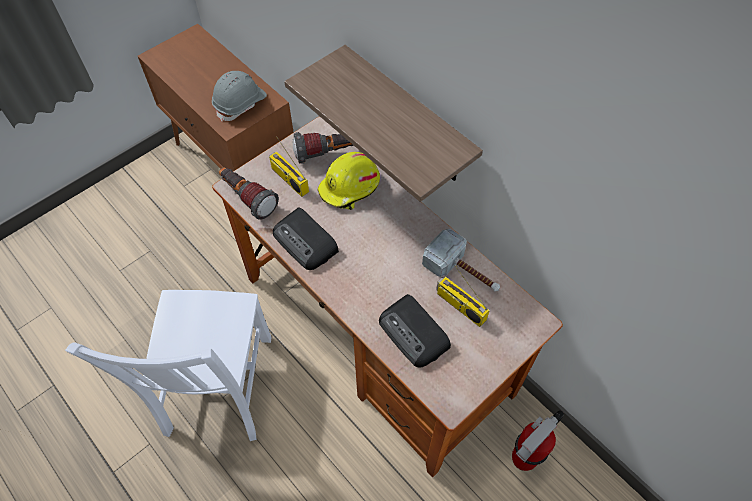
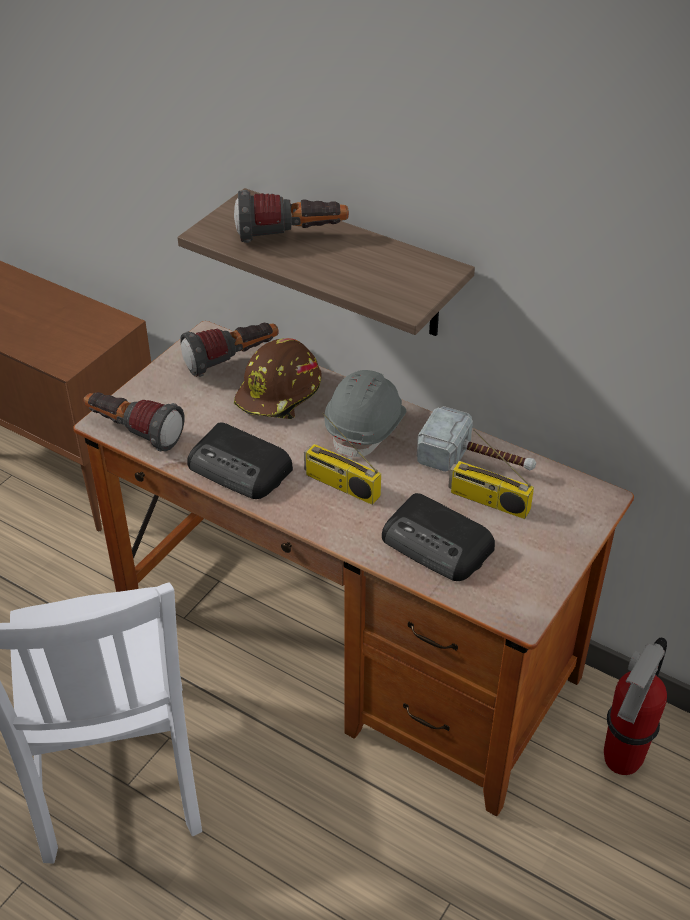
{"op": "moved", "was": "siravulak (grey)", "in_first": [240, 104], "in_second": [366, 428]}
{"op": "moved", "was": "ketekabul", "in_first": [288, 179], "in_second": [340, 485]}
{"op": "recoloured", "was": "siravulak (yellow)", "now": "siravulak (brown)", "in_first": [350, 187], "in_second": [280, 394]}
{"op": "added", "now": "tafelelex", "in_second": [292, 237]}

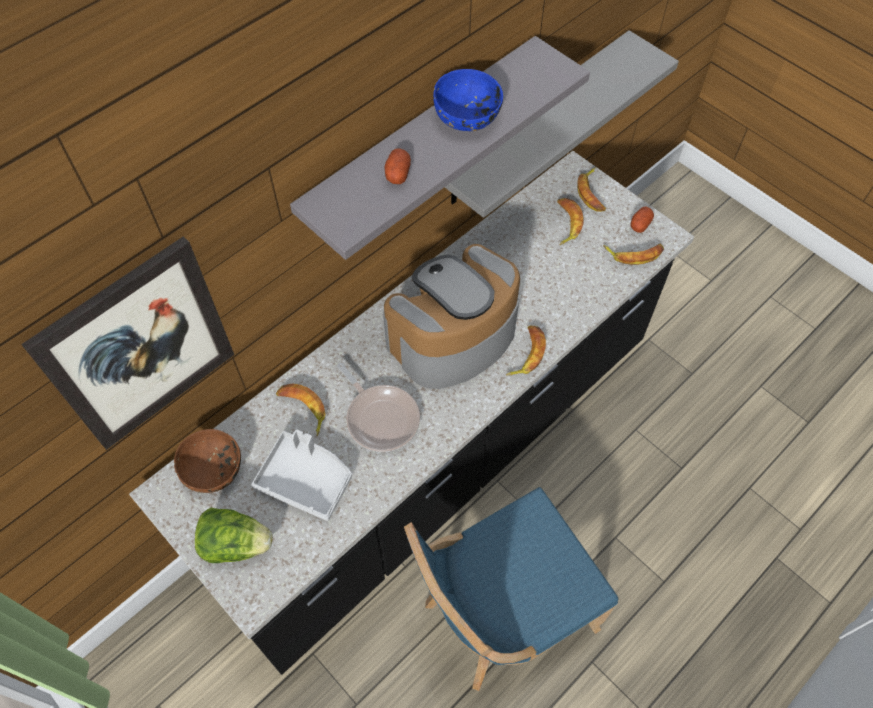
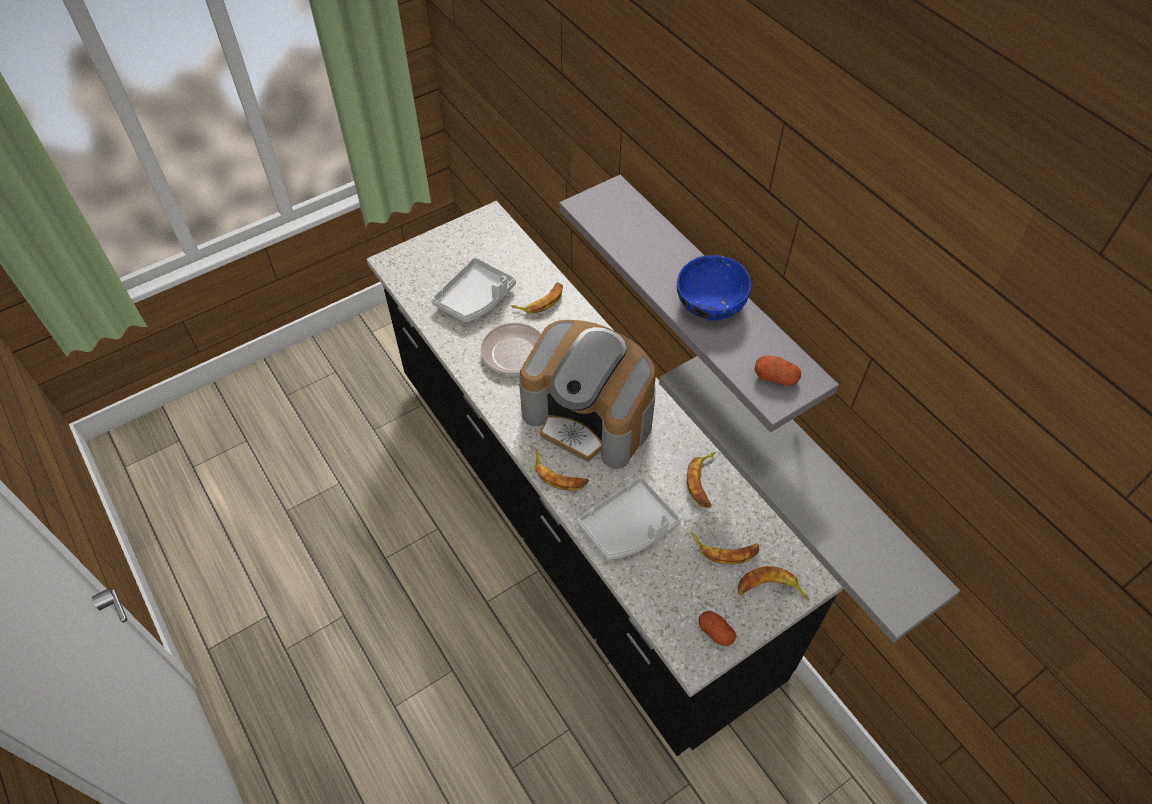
{"op": "moved", "was": "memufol", "in_first": [397, 173], "in_second": [775, 377]}
{"op": "removed", "was": "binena", "in_first": [139, 347]}
{"op": "turned", "was": "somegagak", "in_first": [453, 338], "in_second": [590, 417], "clockwise": 150}
{"op": "moved", "was": "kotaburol", "in_first": [634, 254], "in_second": [703, 482]}
{"op": "removed", "was": "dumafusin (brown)", "in_first": [213, 470]}
{"op": "removed", "was": "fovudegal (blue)", "in_first": [501, 613]}
{"op": "removed", "was": "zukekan", "in_first": [236, 544]}
{"op": "added", "now": "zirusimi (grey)", "in_second": [629, 527]}

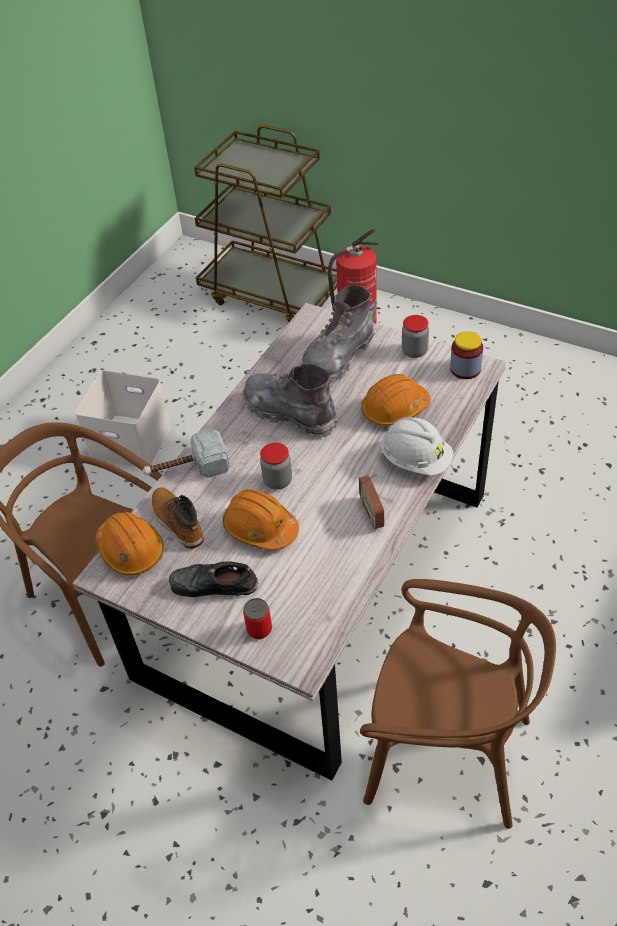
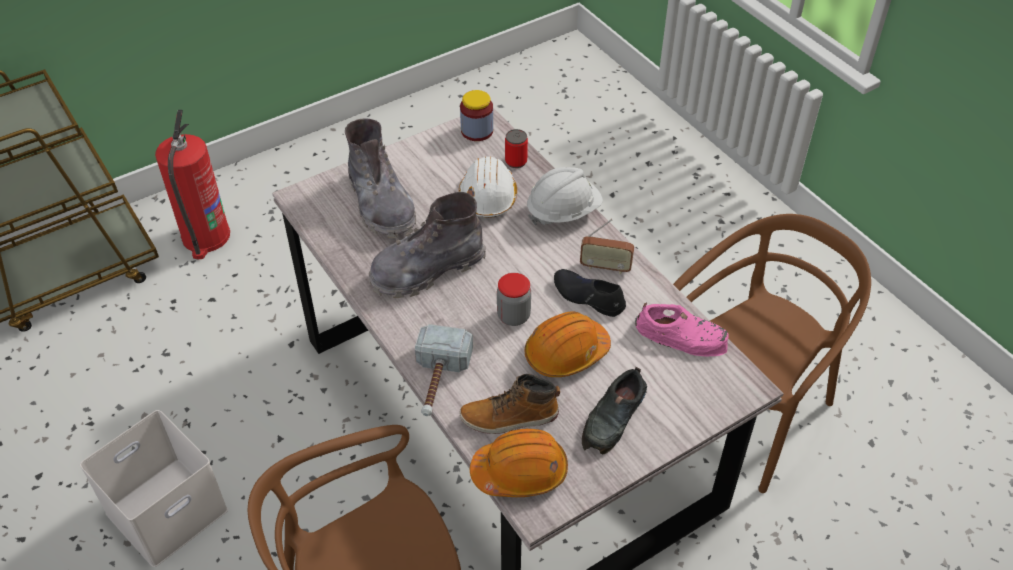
{"op": "removed", "was": "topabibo", "in_first": [414, 351]}
{"op": "recoloured", "was": "siravulak (orange)", "now": "siravulak (white)", "in_first": [394, 409], "in_second": [488, 196]}
{"op": "moved", "was": "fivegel", "in_first": [259, 629], "in_second": [516, 161]}
{"op": "added", "now": "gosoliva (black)", "in_second": [588, 297]}
{"op": "added", "now": "gosoliva (pink)", "in_second": [682, 336]}

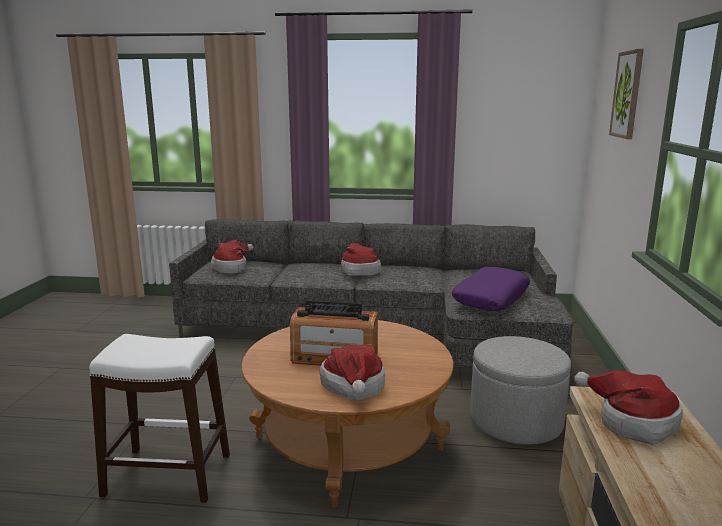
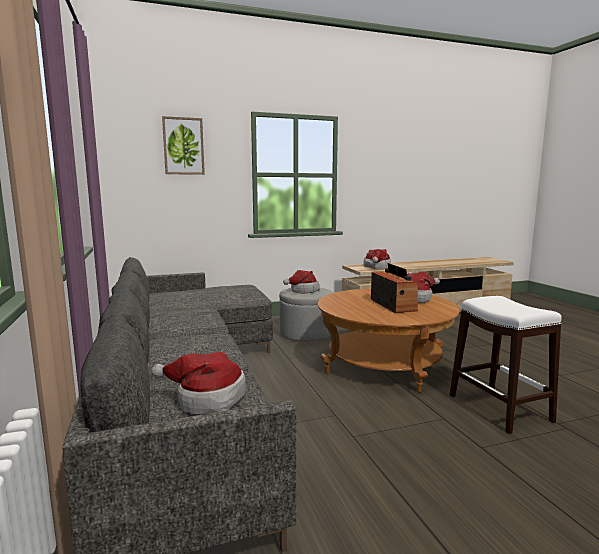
{"op": "moved", "was": "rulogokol", "in_first": [359, 270], "in_second": [302, 290]}
{"op": "removed", "was": "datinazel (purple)", "in_first": [490, 298]}

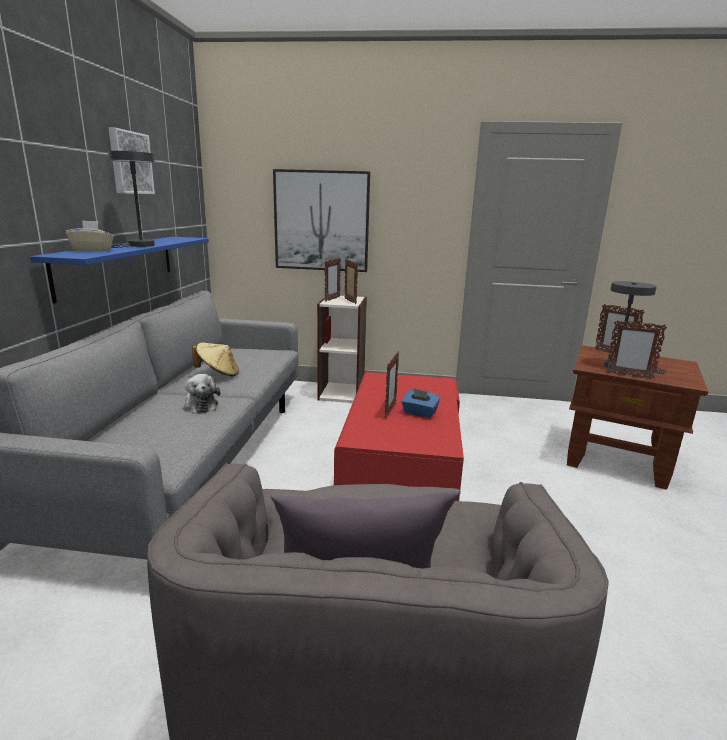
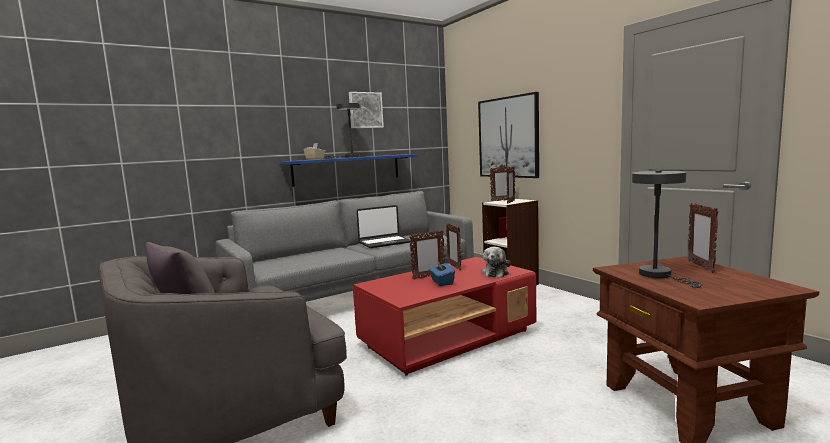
{"op": "moved", "was": "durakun", "in_first": [628, 376], "in_second": [454, 266]}
{"op": "replaced", "was": "rulogokol (beige)", "now": "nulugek", "in_first": [218, 374], "in_second": [384, 242]}
{"op": "moved", "was": "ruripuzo", "in_first": [200, 405], "in_second": [496, 273]}

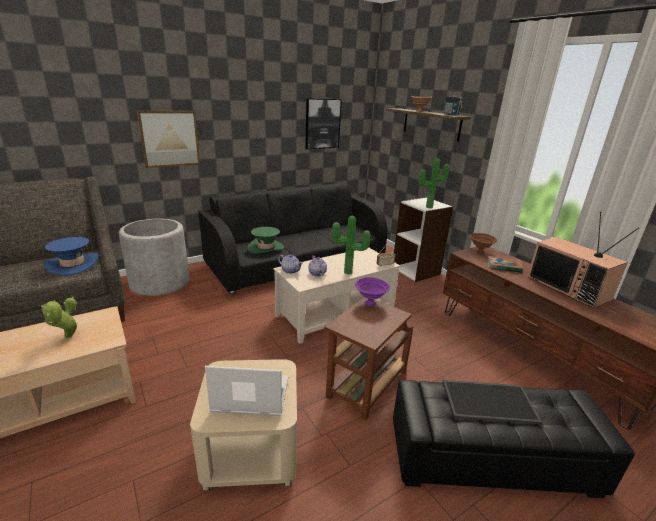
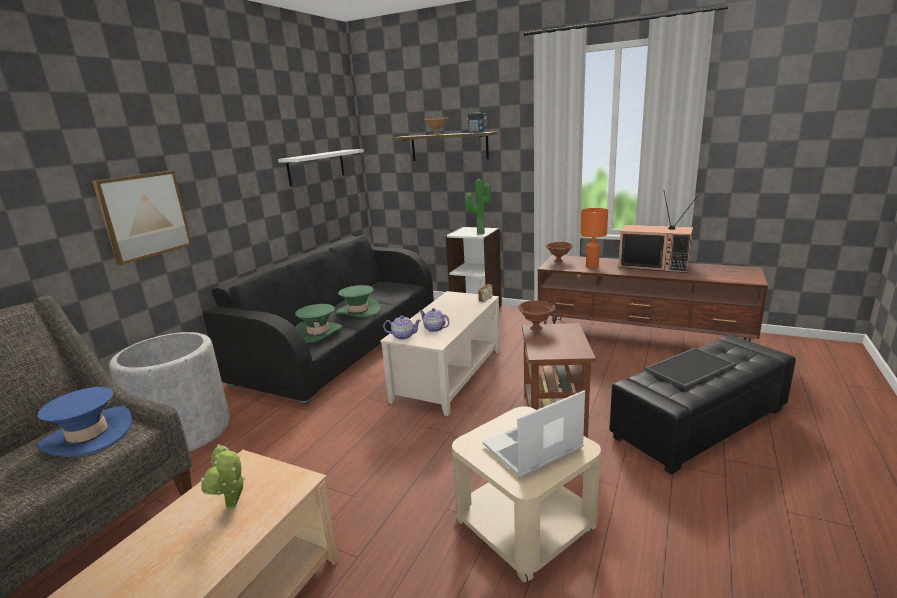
{"op": "replaced", "was": "binena", "now": "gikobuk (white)", "in_first": [322, 123], "in_second": [316, 167]}
{"op": "removed", "was": "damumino", "in_first": [348, 273]}
{"op": "replaced", "was": "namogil", "now": "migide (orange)", "in_first": [503, 266], "in_second": [591, 266]}
{"op": "recoloured", "was": "dumafusin (purple)", "now": "dumafusin (brown)", "in_first": [370, 303], "in_second": [536, 328]}
{"op": "added", "now": "rulogokol (green)", "in_second": [358, 311]}

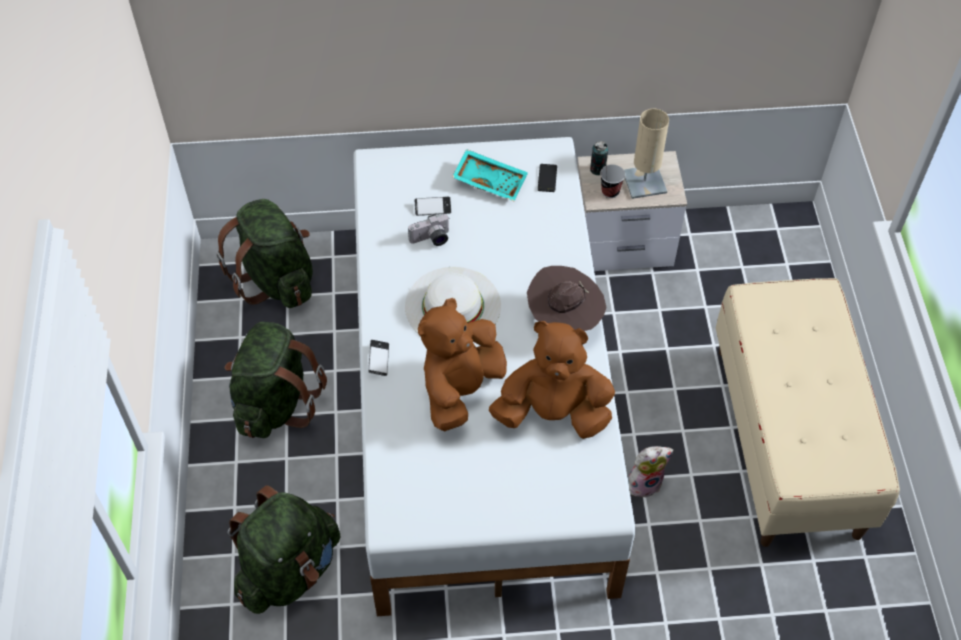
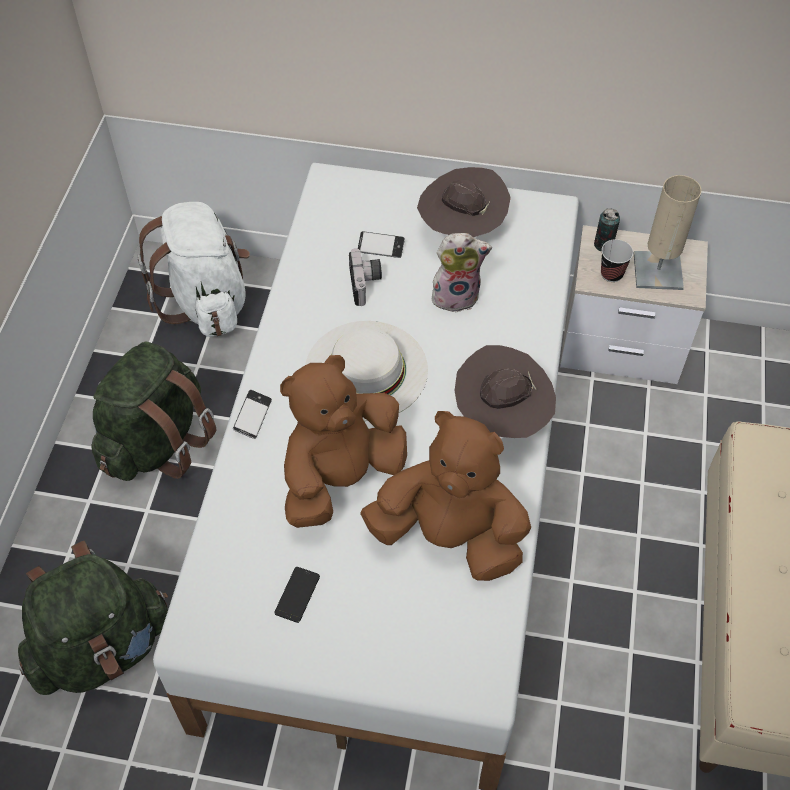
{"op": "replaced", "was": "zirusimi (turquoise)", "now": "rulogokol (brown)", "in_first": [490, 180], "in_second": [461, 229]}
{"op": "moved", "was": "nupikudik", "in_first": [547, 178], "in_second": [297, 594]}
{"op": "recoloured", "was": "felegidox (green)", "now": "felegidox (white)", "in_first": [276, 279], "in_second": [207, 301]}
{"op": "turned", "was": "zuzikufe", "in_first": [431, 239], "in_second": [366, 284], "clockwise": -90}
{"op": "moved", "was": "ruripuzo", "in_first": [644, 482], "in_second": [456, 296]}

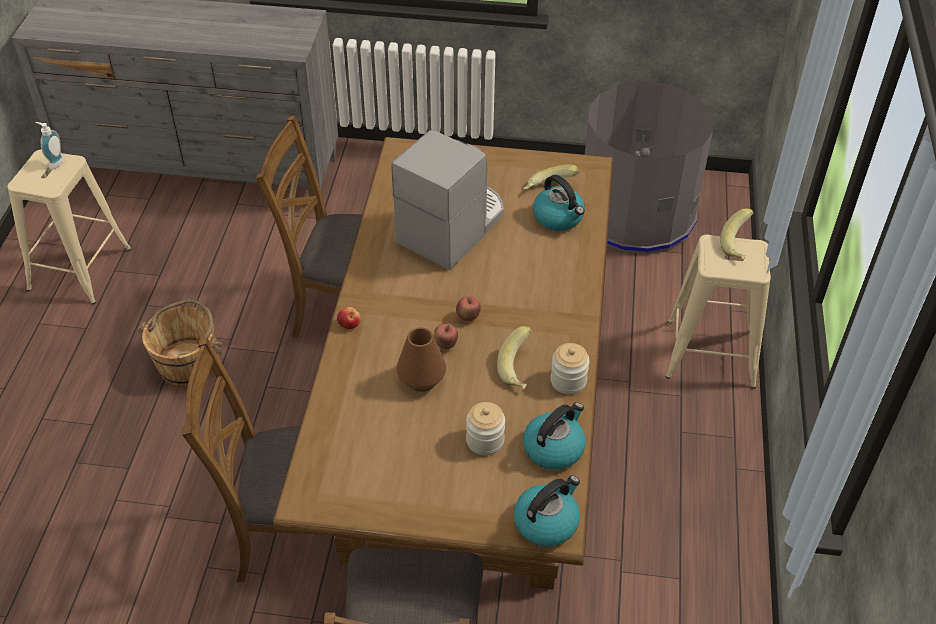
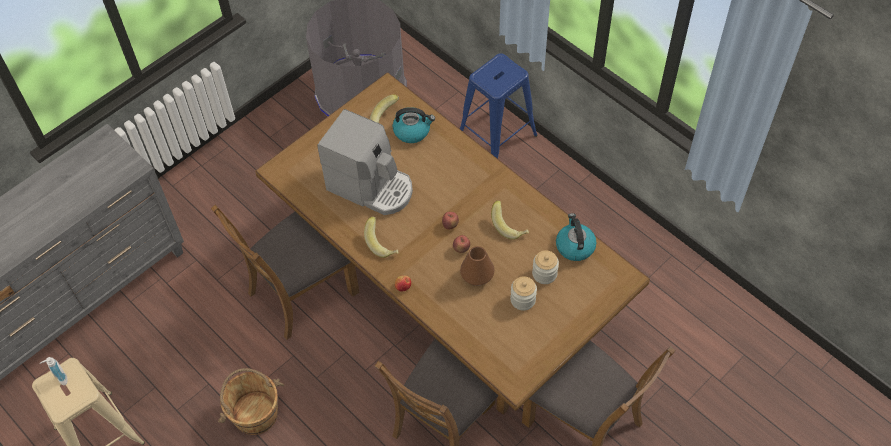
{"op": "turned", "was": "somegagak", "in_first": [453, 227], "in_second": [371, 186], "clockwise": 135}
{"op": "moved", "was": "kotaburol", "in_first": [739, 245], "in_second": [382, 244]}
{"op": "recoloured", "was": "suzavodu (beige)", "now": "suzavodu (blue)", "in_first": [711, 354], "in_second": [497, 136]}
{"op": "moved", "was": "topabibo", "in_first": [568, 381], "in_second": [523, 300]}
{"op": "removed", "was": "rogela", "in_first": [546, 522]}

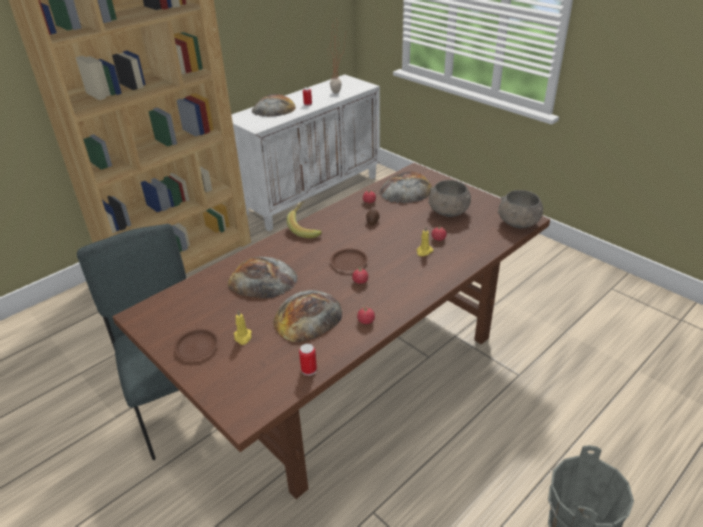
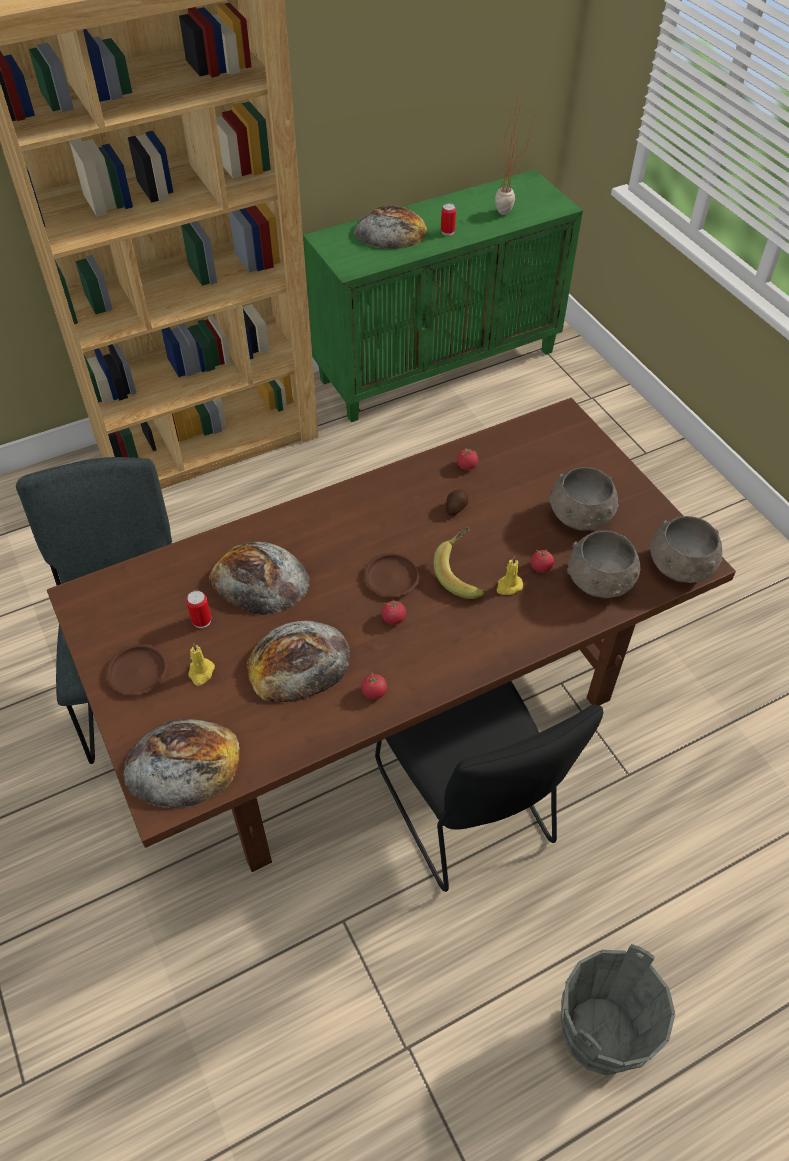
{"op": "recoloured", "was": "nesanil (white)", "now": "nesanil (green)", "in_first": [311, 194], "in_second": [438, 364]}
{"op": "moved", "was": "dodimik", "in_first": [406, 190], "in_second": [183, 762]}
{"op": "moved", "was": "kotaburol", "in_first": [306, 228], "in_second": [463, 573]}
{"op": "moved", "was": "fivegel", "in_first": [309, 370], "in_second": [201, 620]}
{"op": "added", "now": "dumafusin (grey)", "in_second": [599, 582]}
{"op": "added", "now": "fovudegal (black)", "in_second": [467, 810]}

